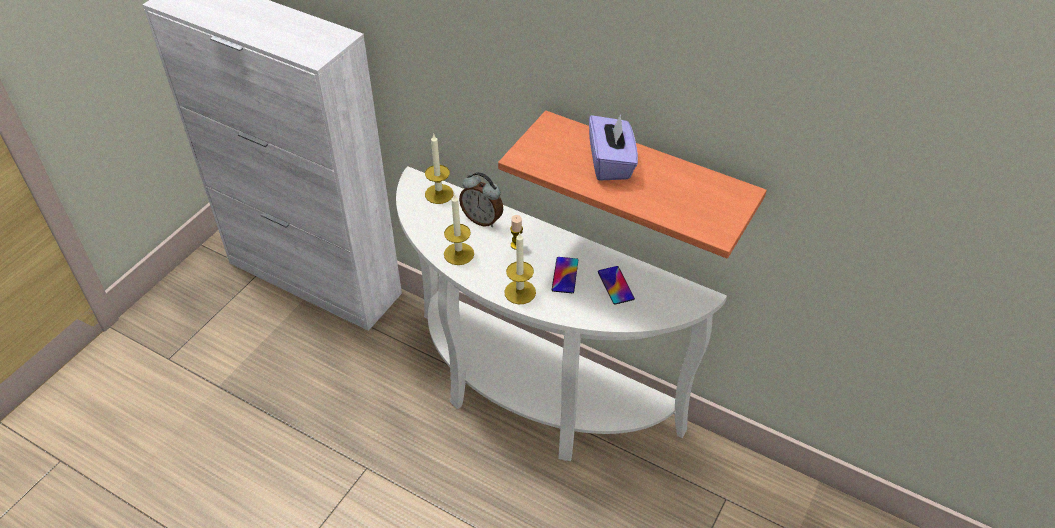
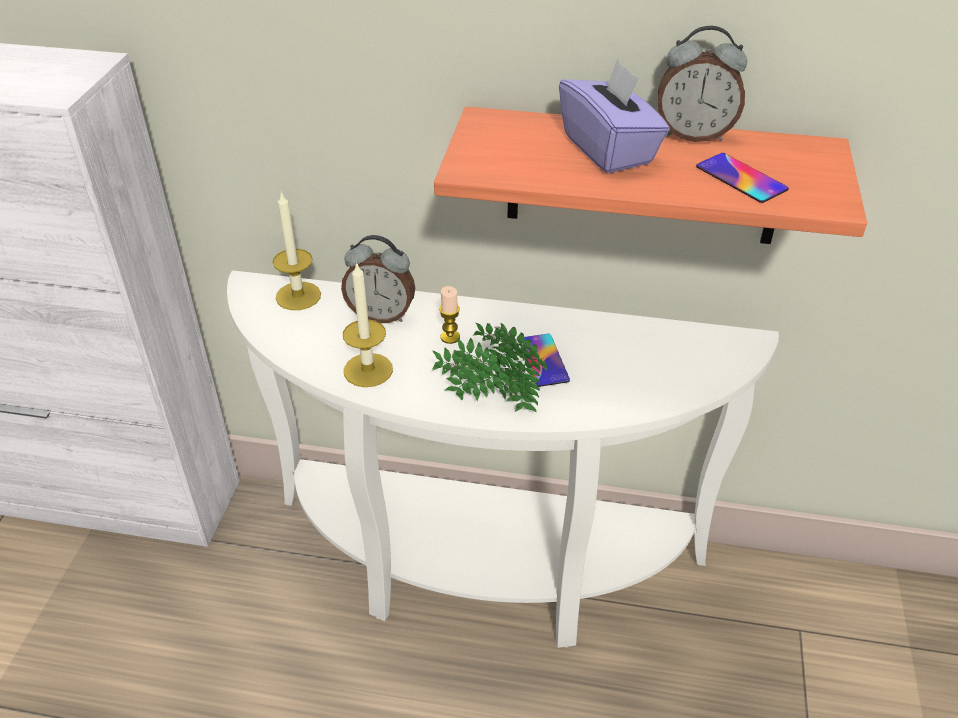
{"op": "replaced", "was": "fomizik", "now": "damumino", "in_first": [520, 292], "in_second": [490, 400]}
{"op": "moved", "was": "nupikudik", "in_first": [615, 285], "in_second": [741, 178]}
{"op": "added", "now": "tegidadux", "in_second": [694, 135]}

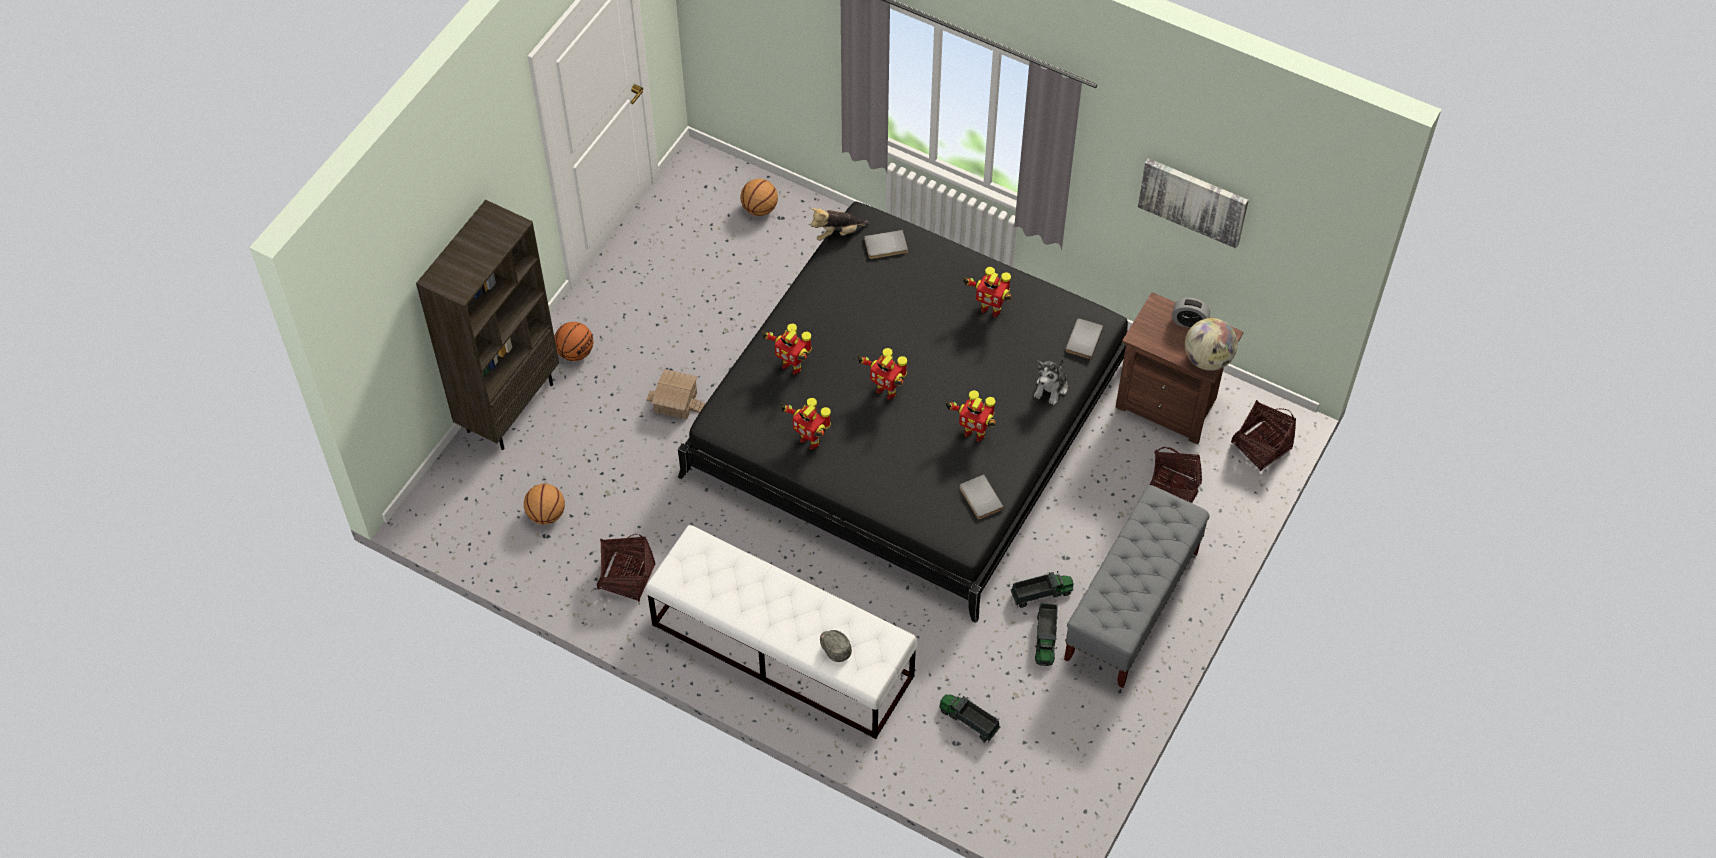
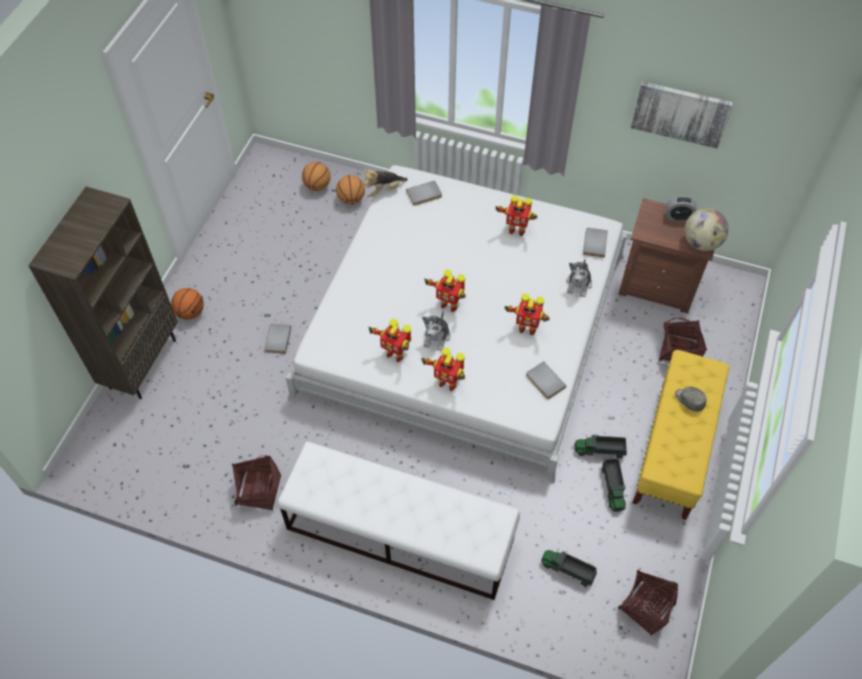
{"op": "recoloured", "was": "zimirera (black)", "now": "zimirera (white)", "in_first": [909, 417], "in_second": [463, 325]}
{"op": "moved", "was": "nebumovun", "in_first": [792, 365], "in_second": [447, 383]}
{"op": "replaced", "was": "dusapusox", "now": "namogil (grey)", "in_first": [676, 401], "in_second": [277, 339]}
{"op": "moved", "was": "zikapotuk", "in_first": [1260, 446], "in_second": [645, 607]}
{"op": "moved", "was": "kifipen", "in_first": [546, 514], "in_second": [351, 199]}
{"op": "recoloured", "was": "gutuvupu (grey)", "now": "gutuvupu (yellow)", "in_first": [1131, 606], "in_second": [673, 449]}
{"op": "turned", "was": "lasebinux", "in_first": [1041, 593], "in_second": [600, 450], "clockwise": -150}
{"op": "moved", "was": "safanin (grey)", "in_first": [834, 647], "in_second": [689, 400]}
{"op": "added", "now": "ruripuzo", "in_second": [437, 337]}

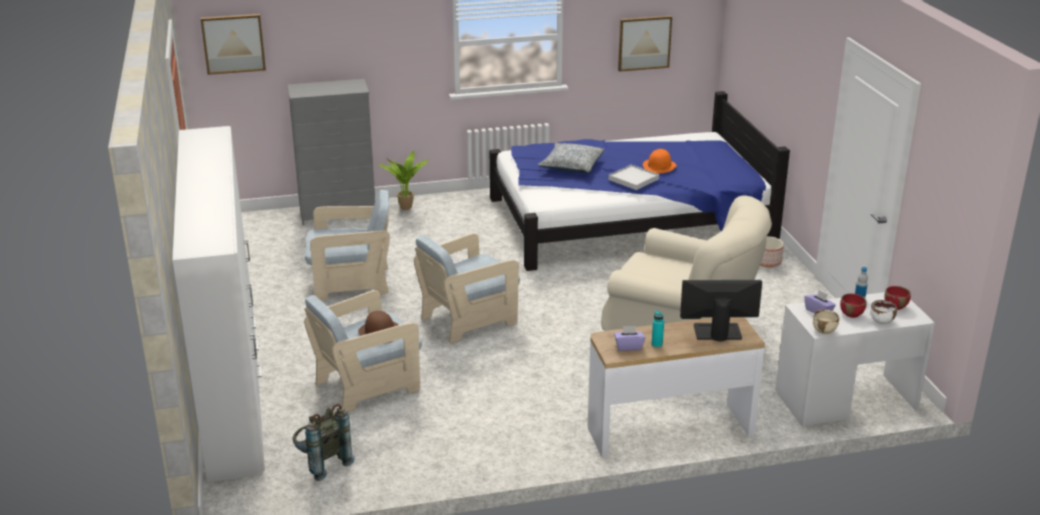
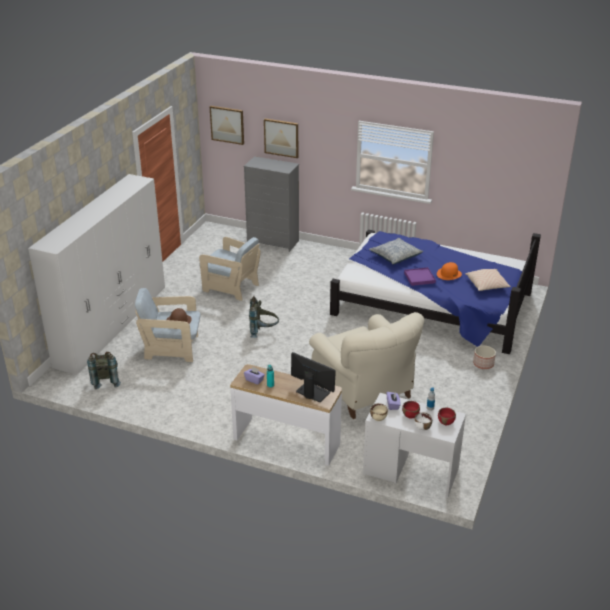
{"op": "moved", "was": "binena", "in_first": [644, 43], "in_second": [281, 138]}
{"op": "removed", "was": "damumino", "in_first": [407, 209]}
{"op": "recoloured", "was": "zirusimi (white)", "now": "zirusimi (purple)", "in_first": [633, 179], "in_second": [419, 278]}
{"op": "replaced", "was": "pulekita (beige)", "now": "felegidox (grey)", "in_first": [468, 319], "in_second": [263, 332]}
{"op": "added", "now": "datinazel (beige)", "in_second": [487, 285]}

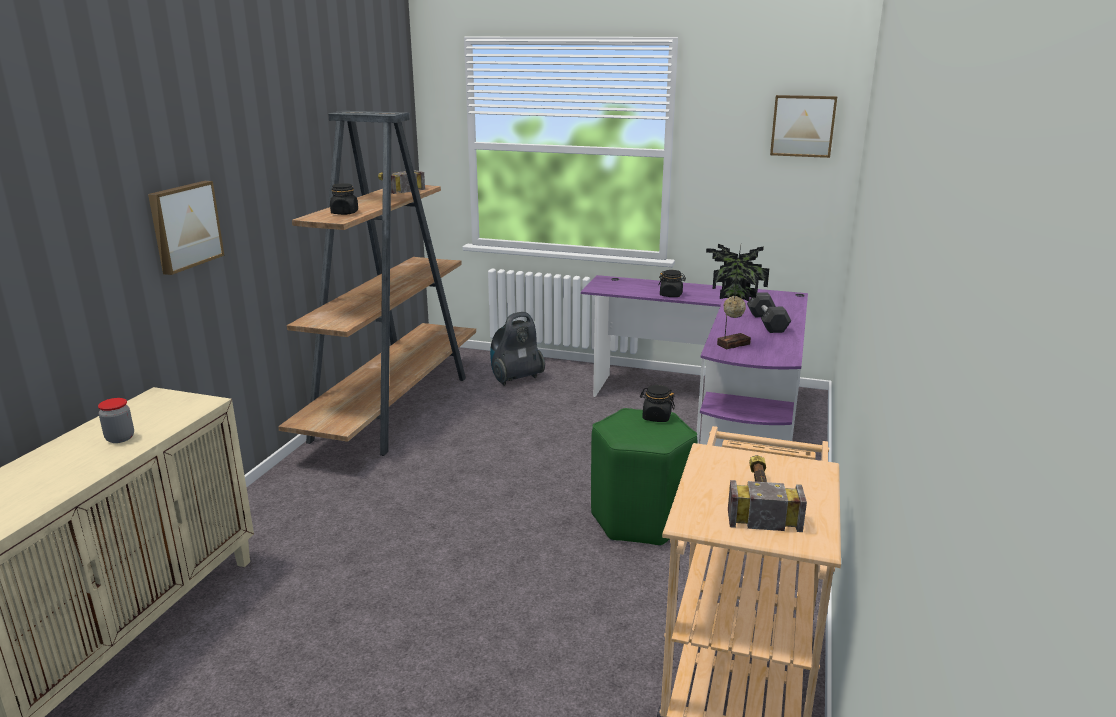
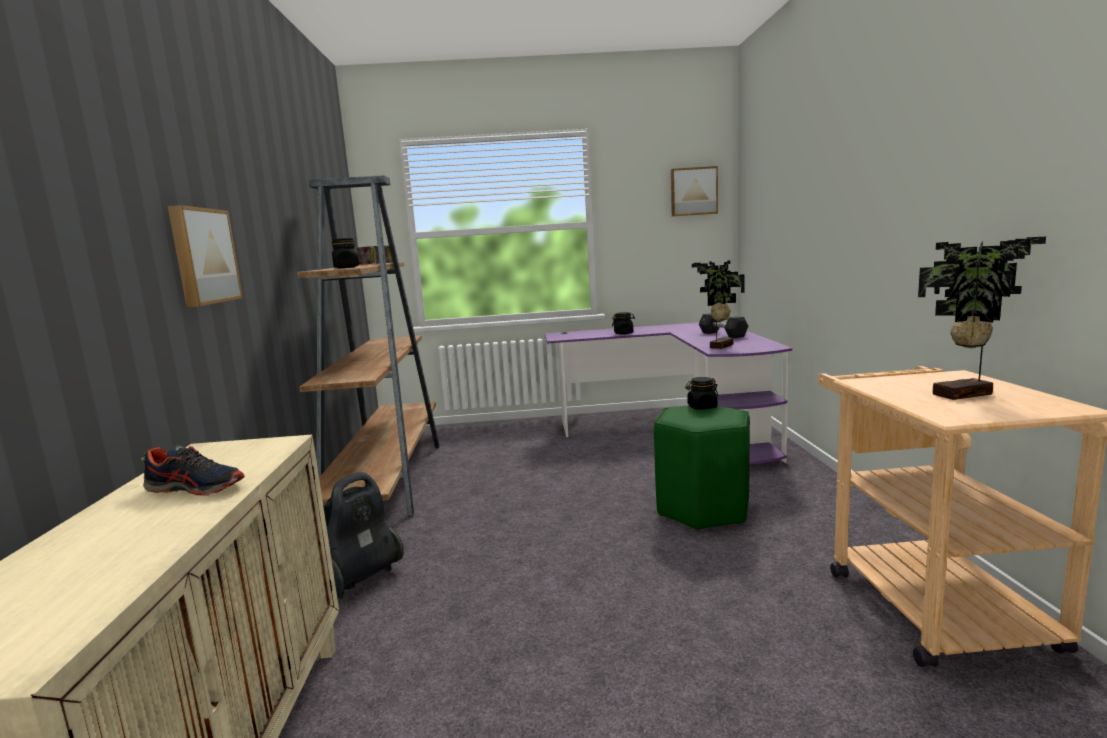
{"op": "moved", "was": "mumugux", "in_first": [515, 378], "in_second": [357, 580]}
{"op": "replaced", "was": "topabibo", "now": "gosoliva", "in_first": [120, 438], "in_second": [196, 488]}
{"op": "replaced", "was": "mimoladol", "now": "damumino", "in_first": [760, 499], "in_second": [966, 395]}

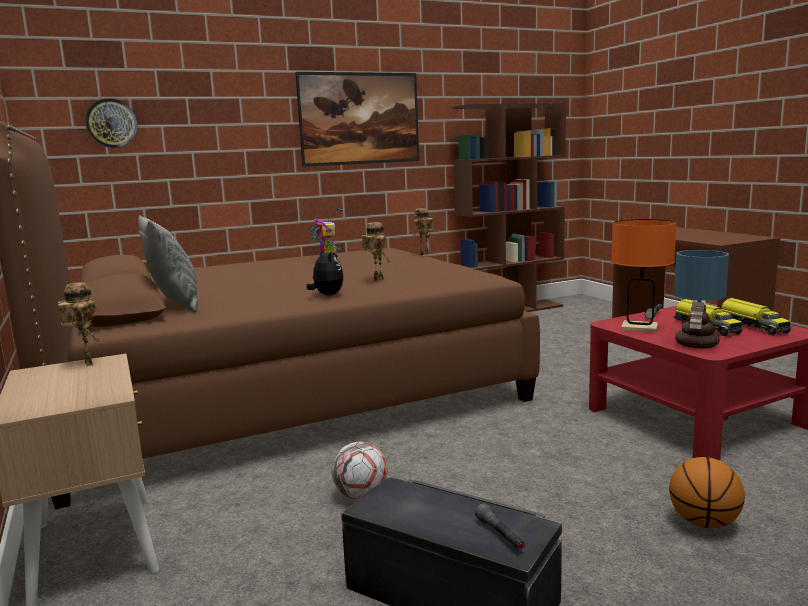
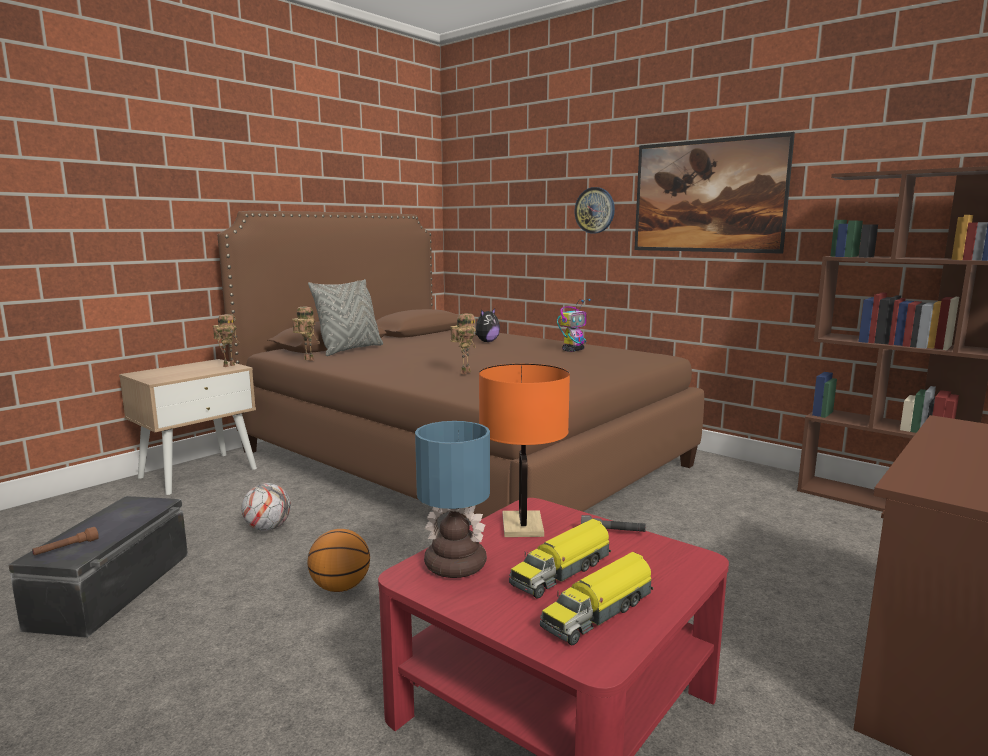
{"op": "moved", "was": "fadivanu", "in_first": [111, 123], "in_second": [595, 210]}
{"op": "moved", "was": "nebumovun", "in_first": [424, 254], "in_second": [307, 360]}
{"op": "moved", "was": "ruripuzo", "in_first": [327, 295], "in_second": [486, 342]}
{"op": "moved", "was": "kifipen", "in_first": [703, 523], "in_second": [340, 587]}
{"op": "recoloured", "was": "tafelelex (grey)", "now": "tafelelex (brown)", "in_first": [500, 535], "in_second": [66, 548]}

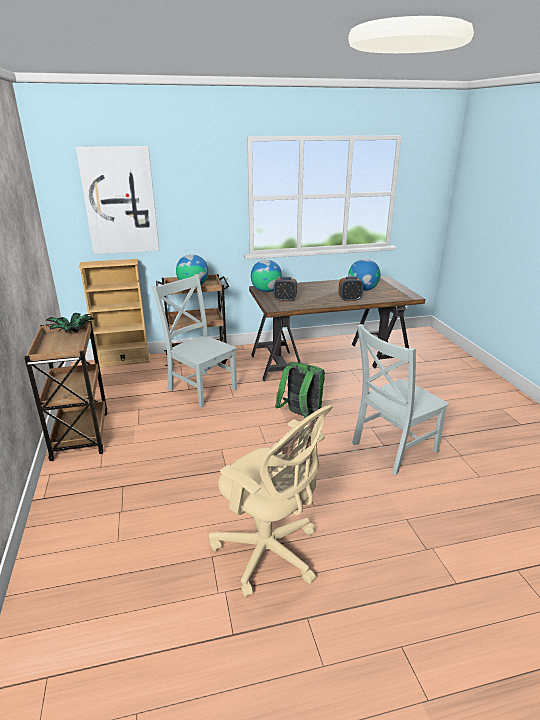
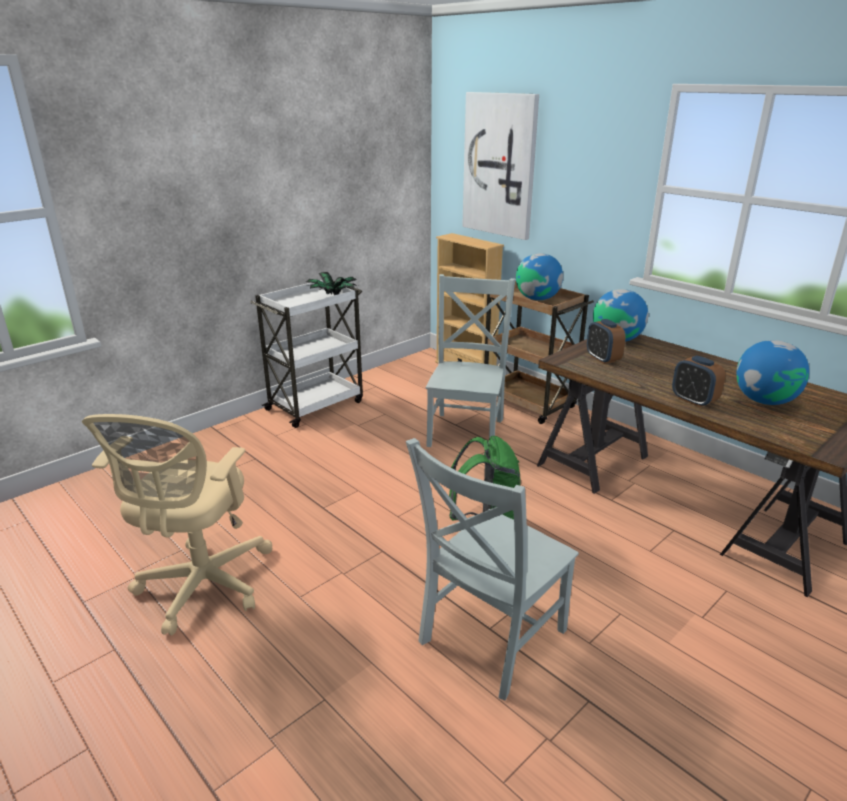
{"op": "recoloured", "was": "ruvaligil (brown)", "now": "ruvaligil (white)", "in_first": [81, 434], "in_second": [316, 405]}
{"op": "turned", "was": "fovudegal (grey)", "in_first": [392, 448], "in_second": [489, 639], "clockwise": -75}

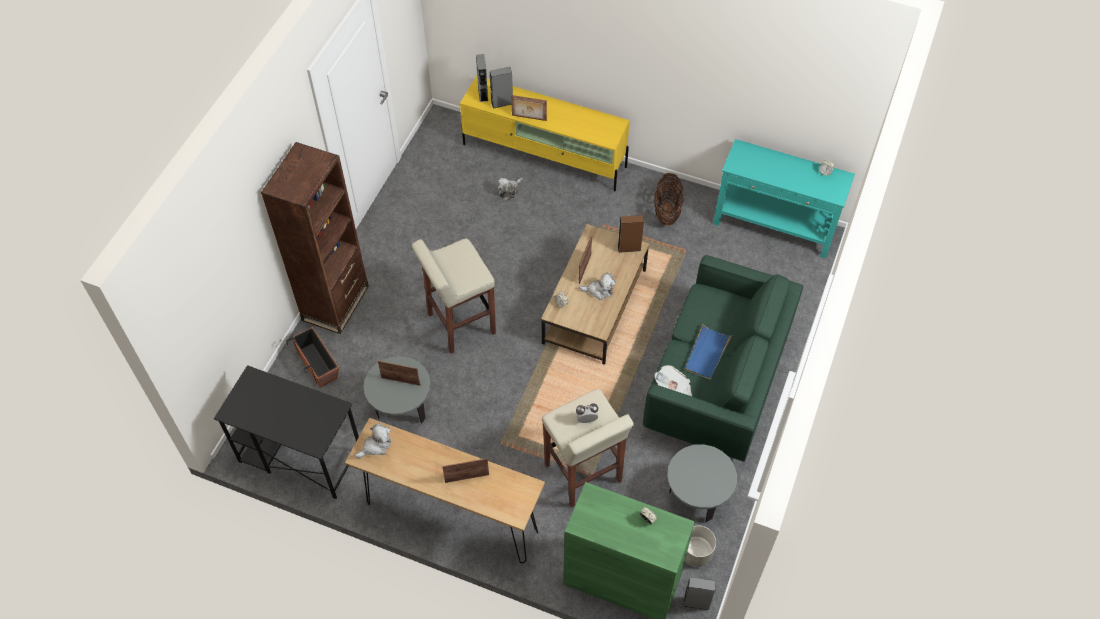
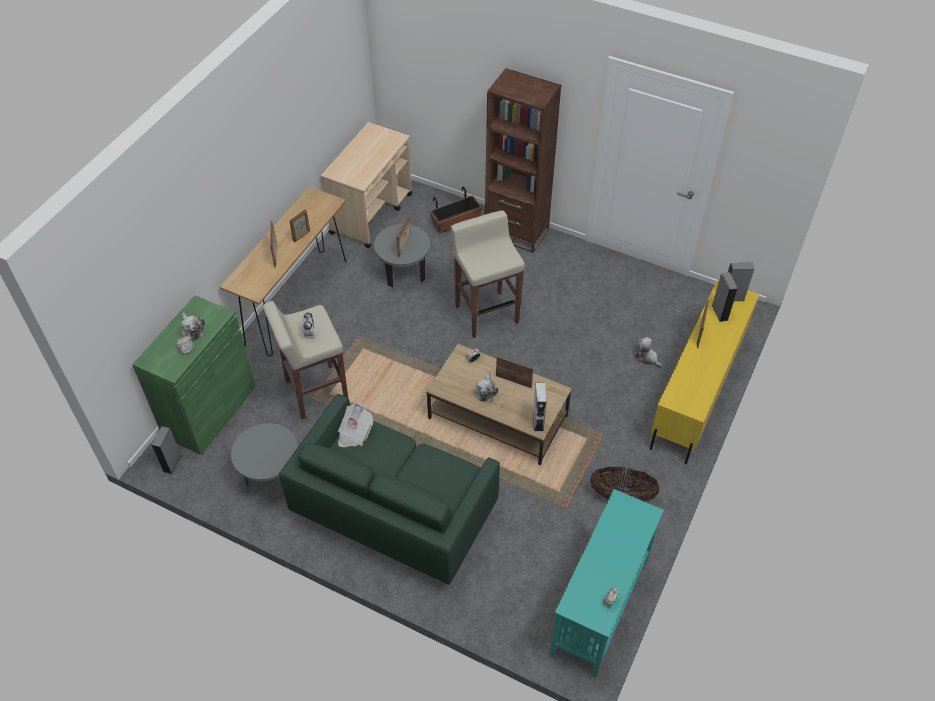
{"op": "recoloured", "was": "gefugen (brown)", "now": "gefugen (grey)", "in_first": [629, 248], "in_second": [538, 421]}
{"op": "removed", "was": "zirusimi (blue)", "in_first": [707, 353]}
{"op": "replaced", "was": "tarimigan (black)", "now": "ruvaligil (beige)", "in_first": [299, 455], "in_second": [372, 213]}
{"op": "moved", "was": "ruripuzo", "in_first": [376, 446], "in_second": [192, 330]}
{"op": "removed", "was": "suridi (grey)", "in_first": [696, 553]}
{"op": "added", "now": "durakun", "in_second": [302, 236]}

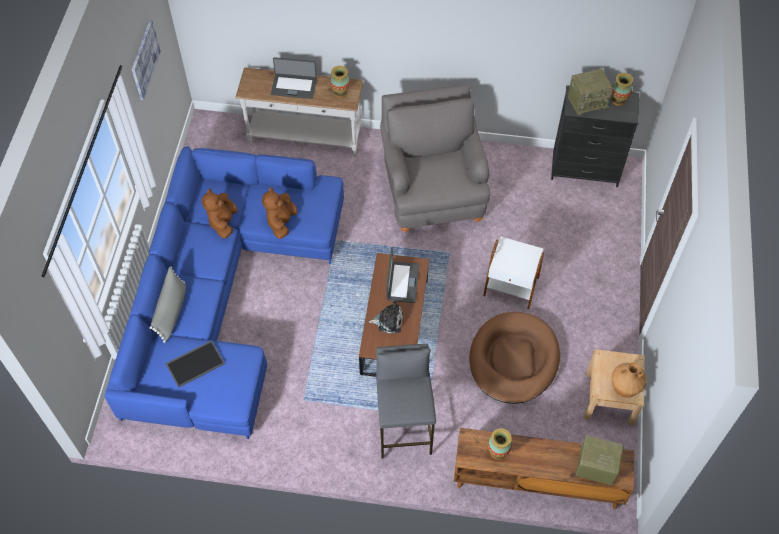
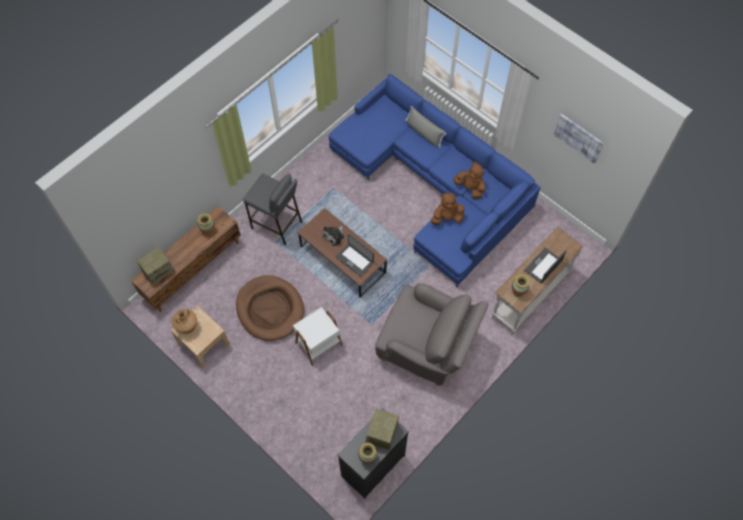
{"op": "turned", "was": "ruripuzo (brown)", "in_first": [281, 222], "in_second": [447, 218], "clockwise": -60}
{"op": "removed", "was": "zirusimi", "in_first": [195, 363]}

